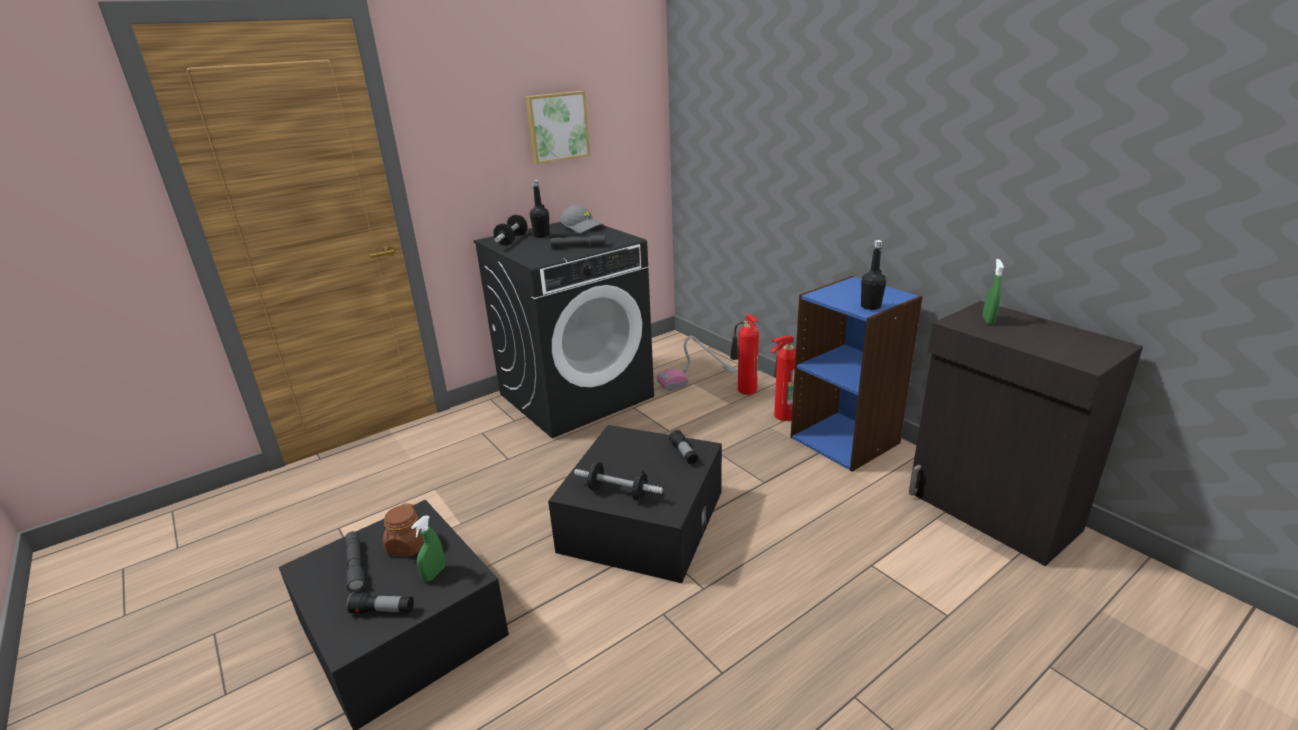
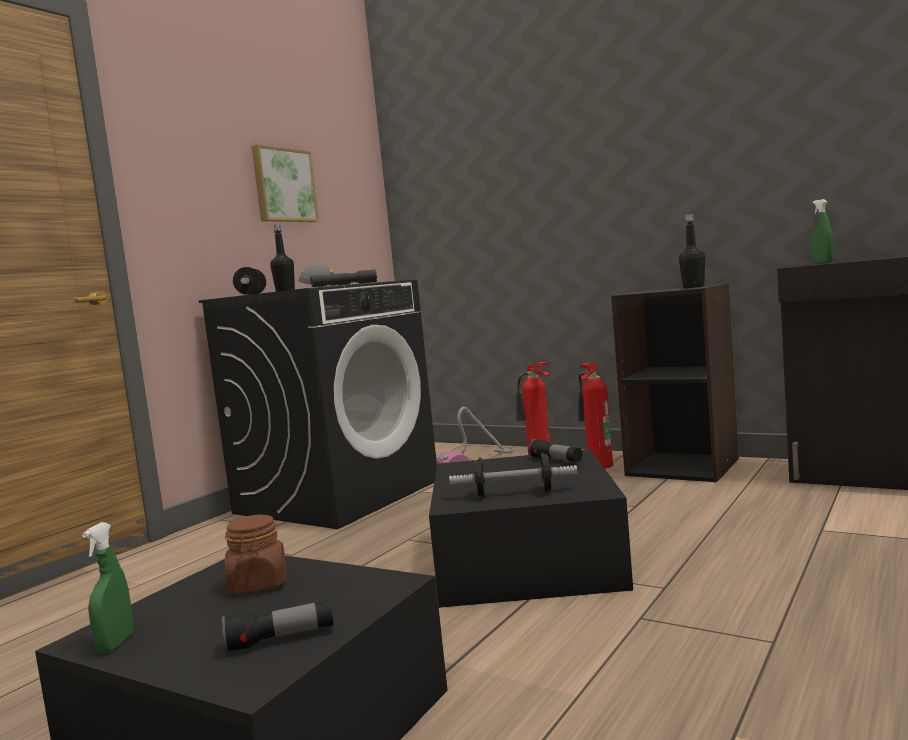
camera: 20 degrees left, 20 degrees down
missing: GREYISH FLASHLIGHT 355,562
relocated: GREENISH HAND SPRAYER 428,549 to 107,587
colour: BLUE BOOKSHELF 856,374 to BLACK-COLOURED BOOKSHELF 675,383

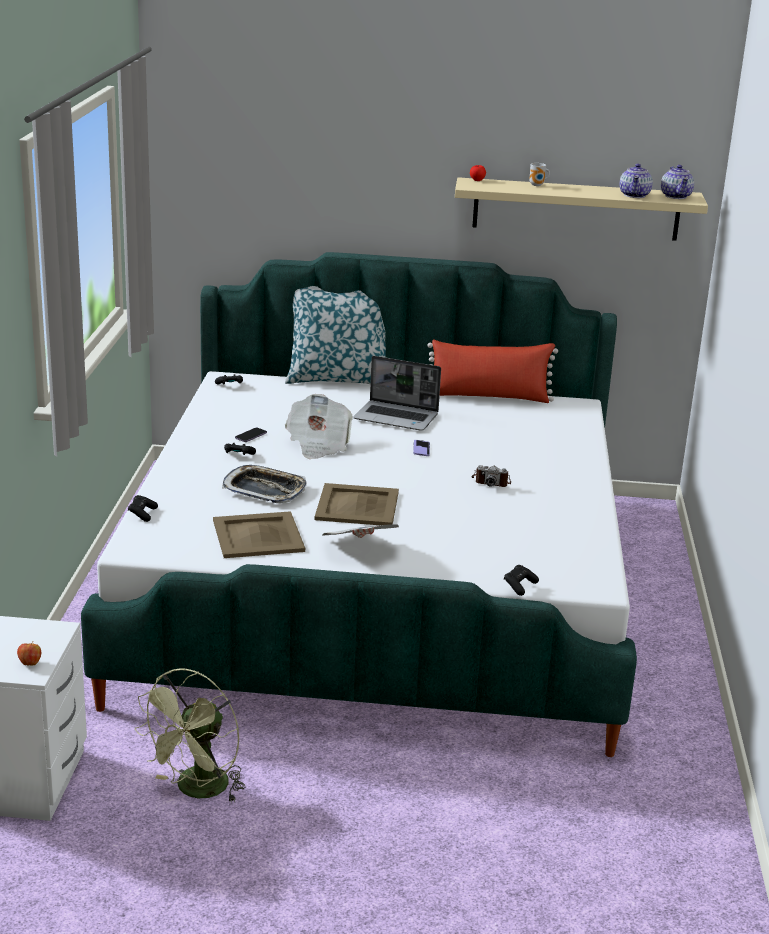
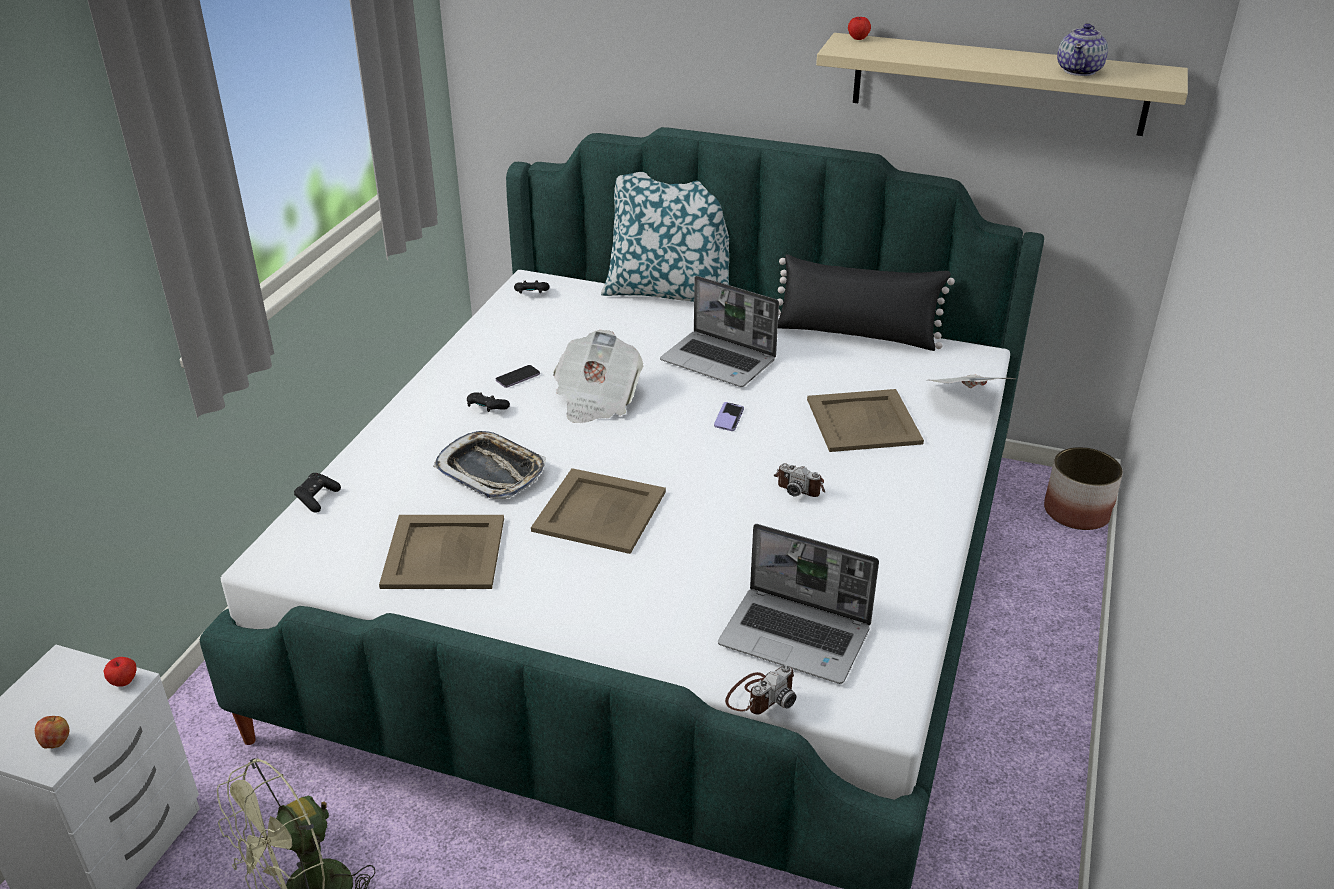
camera: 15 degrees right, 10 degrees up
missing: COFFEE MUG 539,174; POT FOR TEA 677,182
appeared: WHOLE APPLE 120,672; NOTEBOOK COMPUTER 798,604; SAND-COLOURED SERVING TRAY 865,420; PLANT POT 1083,488
relocated: NEWSPAPER 360,531 to 973,381
exchanged: BLACK-COLOURED JOYPAD 521,580 to STILL CAMERA 761,690
colour: REDDISH THROW PILLOW 492,371 to BLACK-COLOURED THROW PILLOW 866,302

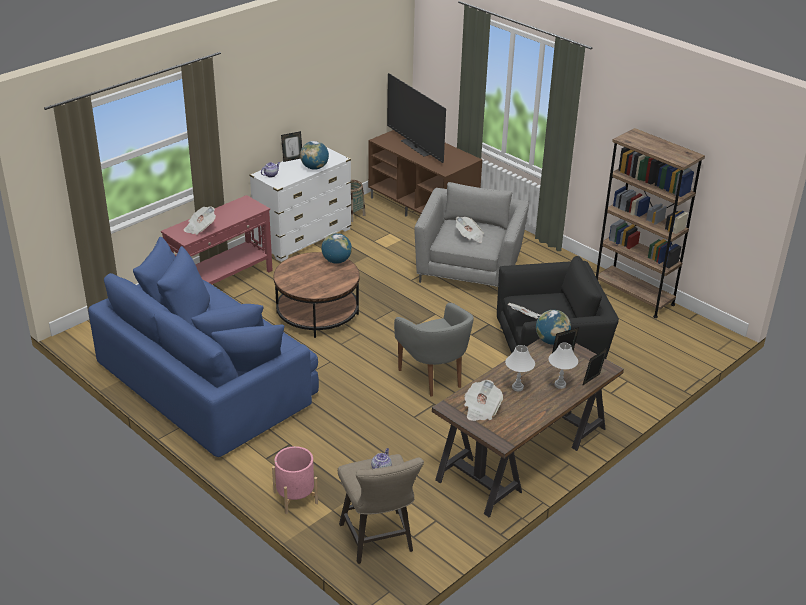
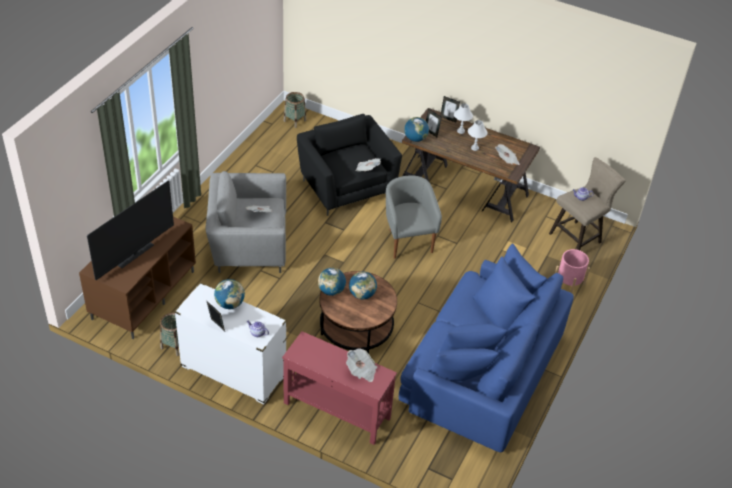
camera: 110 degrees left, 10 degrees up
missing: BROWN-COLOURED BOOKSHELF 650,223
appeared: STORAGE BASKET 295,110; DESK GLOBE 363,285
spun: GREYISH ARMCHAIR 434,350 = 414,217 60 degrees counterclockwise

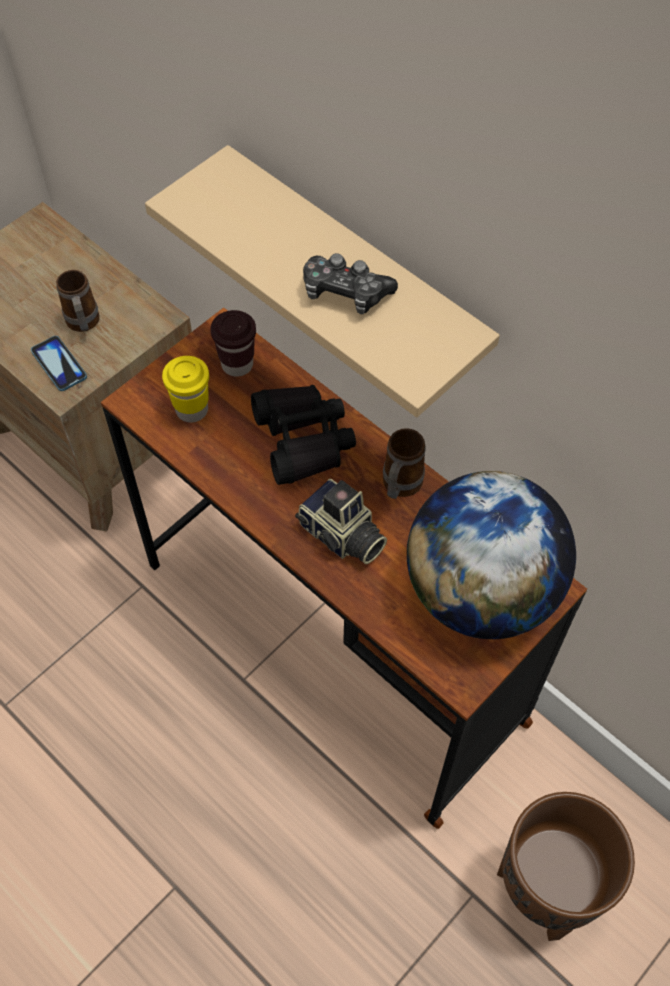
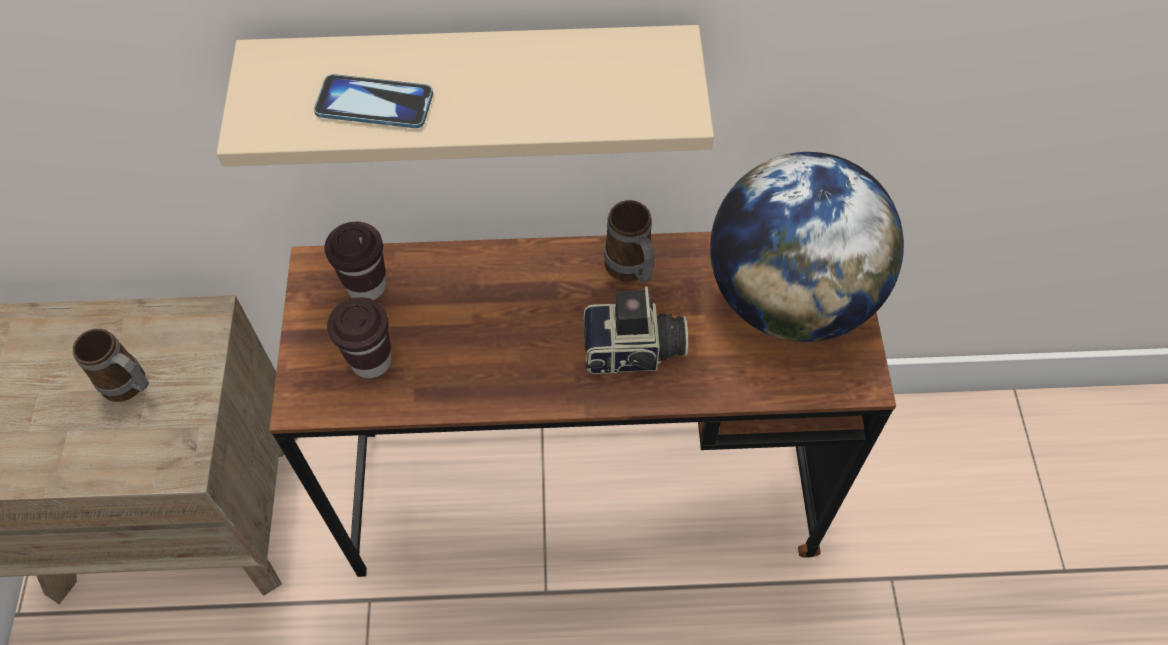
camera: 45 degrees left, 0 degrees up
missing: BLACK-COLOURED FIELD GLASSES 303,435; JOYPAD 350,283; BROWN-COLOURED PLANT POT 566,866
relocated: PHONE 59,363 to 373,101
colour: YELLOW DRINKING CUP 185,389 to BROWN-COLOURED DRINKING CUP 359,337

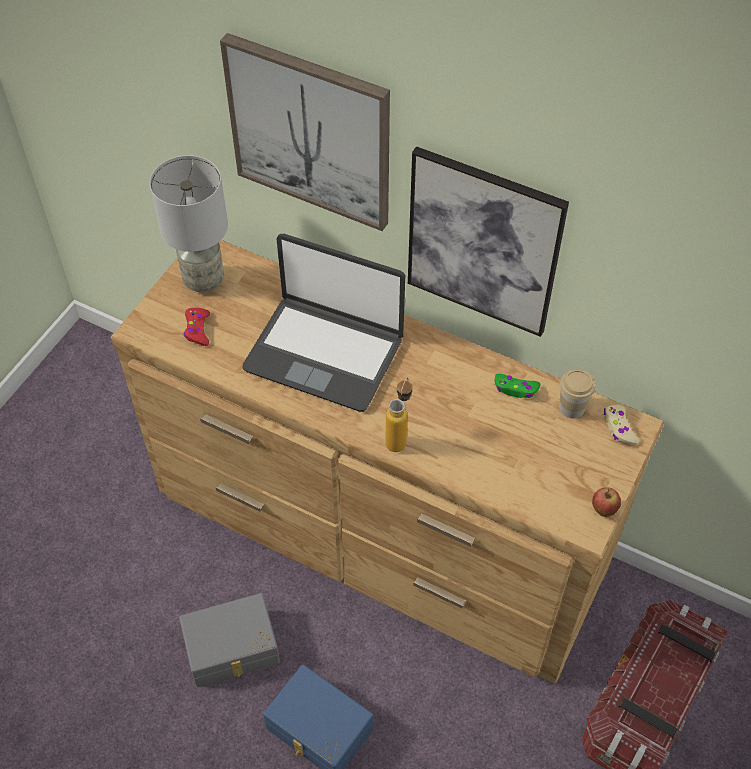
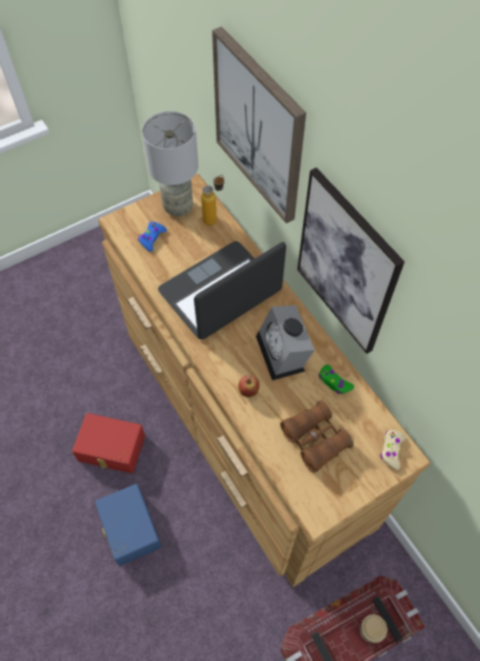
camera: 30 degrees right, 5 degrees up
appeared: BEDSIDE CLOCK 285,343; BROWN-COLOURED FIELD GLASSES 317,436
relocated: BEVERAGE BOTTLE 399,415 to 212,200; DRINKING CUP 577,393 to 373,628; WHOLE APPLE 606,502 to 248,386
colour: GREYISH STORAGE BIN 229,640 to REDDISH STORAGE BIN 108,443; REDDISH JOYPAD 197,327 to BLUE JOYPAD 152,237
spun: NOTEBOOK COMPUTER 324,323 = 222,290 90 degrees clockwise

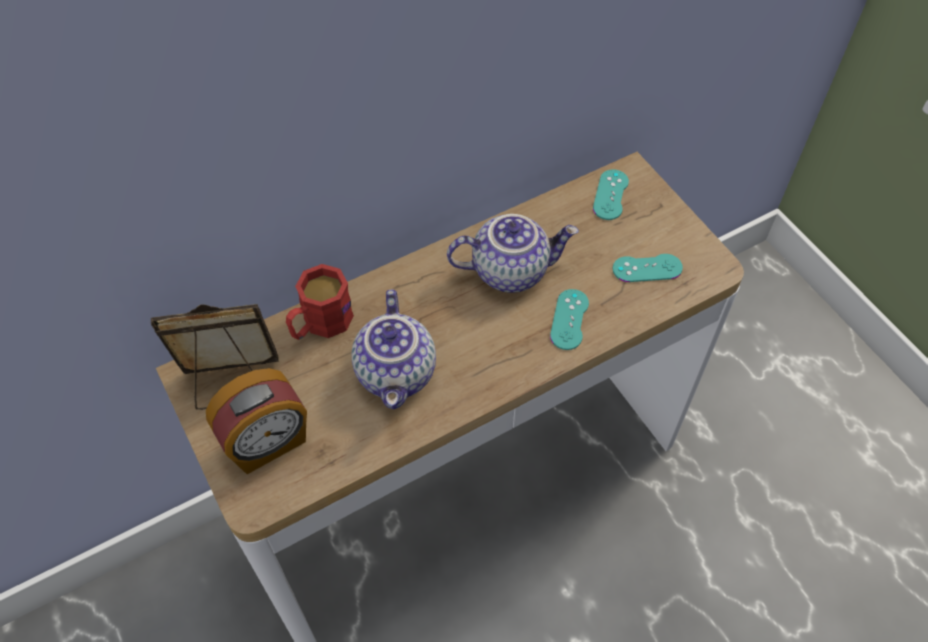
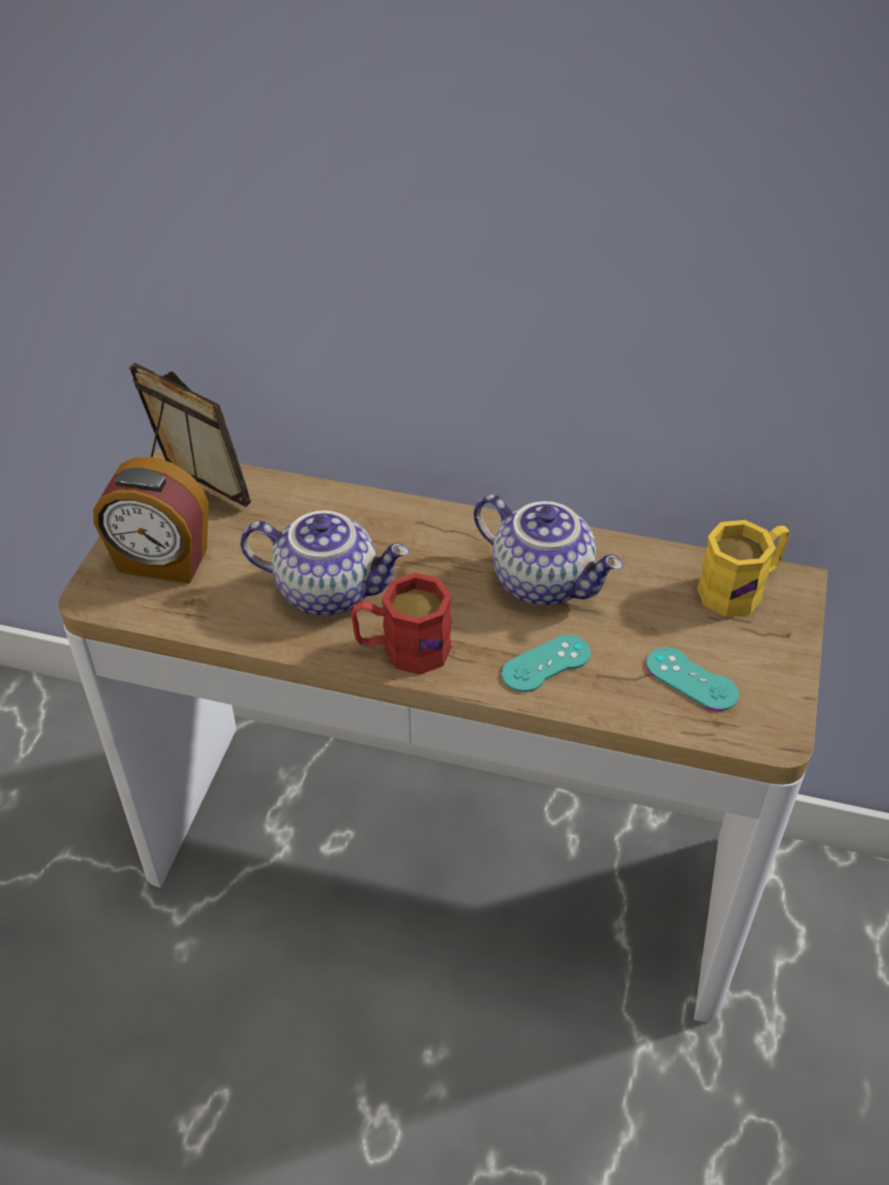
camera: 45 degrees right, 10 degrees down
relocated: REDDISH COFFEE MUG 320,302 to 401,624
exchanged: TURQUOISE JOYPAD 611,194 to YELLOW COFFEE MUG 743,568
spun: POT FOR TEA 394,349 = 324,563 120 degrees counterclockwise

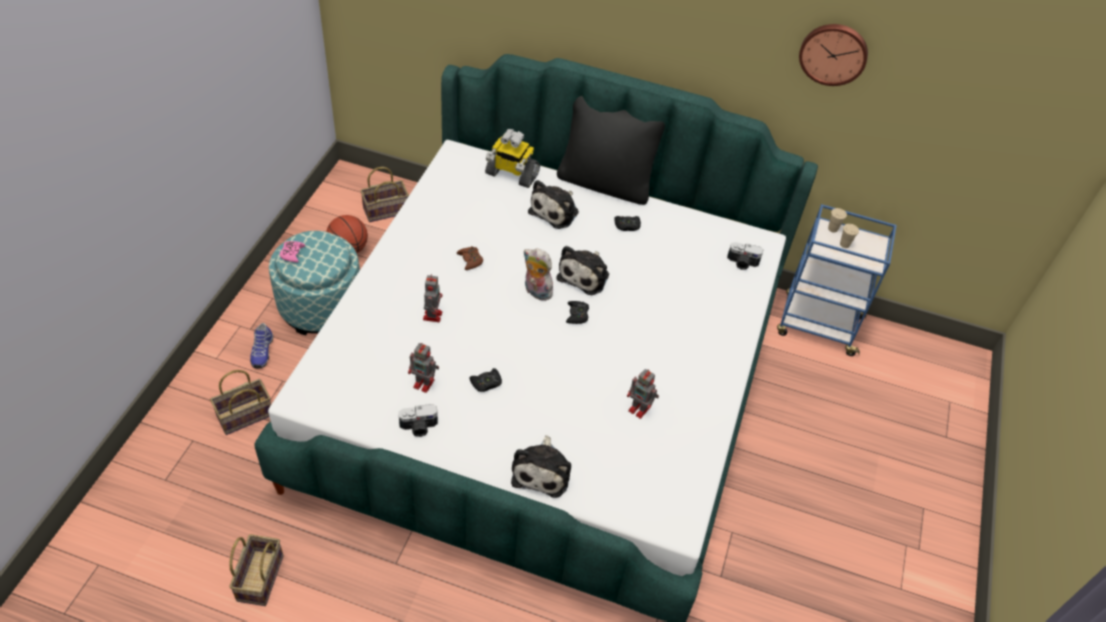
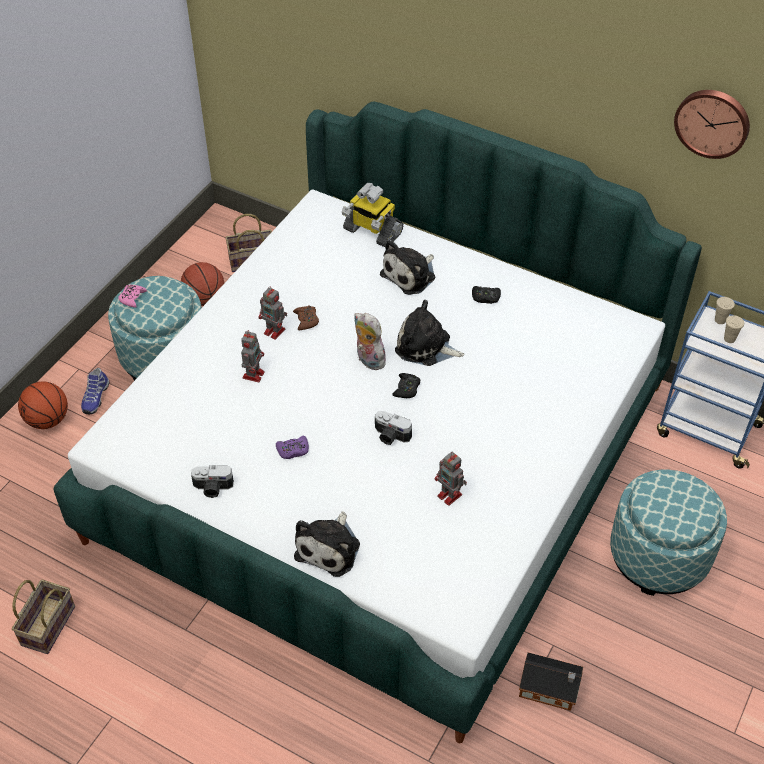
camera: 15 degrees right, 0 degrees up
missing: STORAGE BASKET 240,402; BLACK-COLOURED THROW PILLOW 611,150
appeared: BALL FOR BASKETBALL 43,405; MODEL HOUSE 551,681; POUFFE 668,533
relocated: MODEL ROBOT 423,368 to 273,313; STILL CAMERA 745,256 to 393,428
colour: BLACK-COLOURED JOYPAD 486,380 to PURPLE-COLOURED JOYPAD 292,447
spun: PLUSH TOY 582,270 = 429,333 75 degrees clockwise

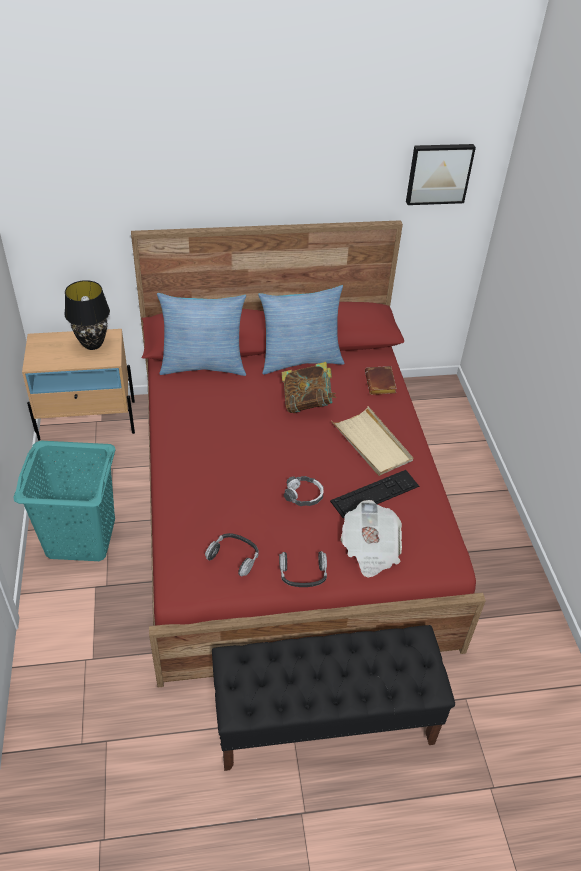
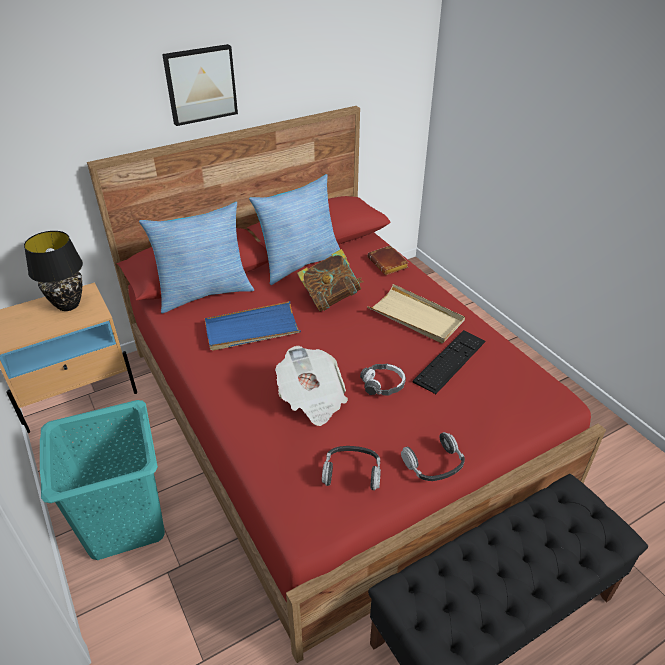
camera: 20 degrees left, 5 degrees down
appeared: BLUE SERVING TRAY 253,326
relocated: NEWSPAPER 371,539 to 311,386; WALL PICTURE 441,174 to 200,85

